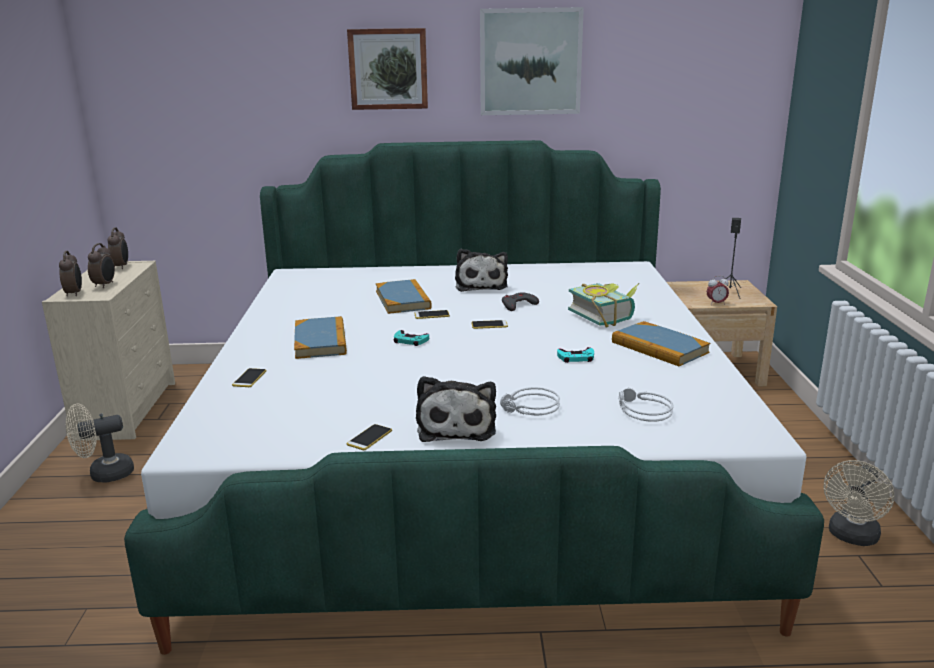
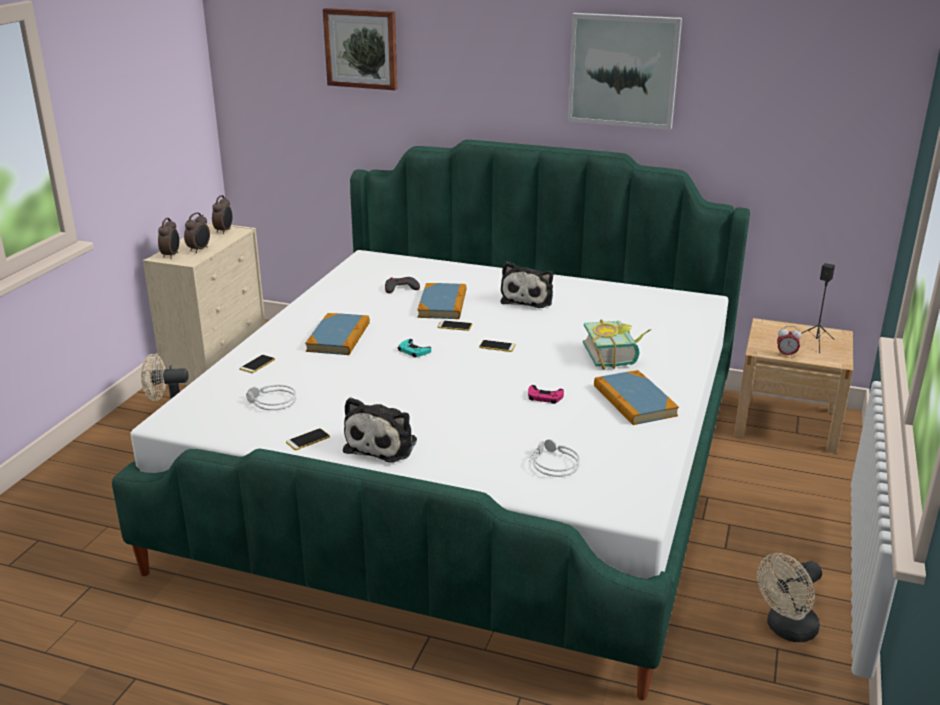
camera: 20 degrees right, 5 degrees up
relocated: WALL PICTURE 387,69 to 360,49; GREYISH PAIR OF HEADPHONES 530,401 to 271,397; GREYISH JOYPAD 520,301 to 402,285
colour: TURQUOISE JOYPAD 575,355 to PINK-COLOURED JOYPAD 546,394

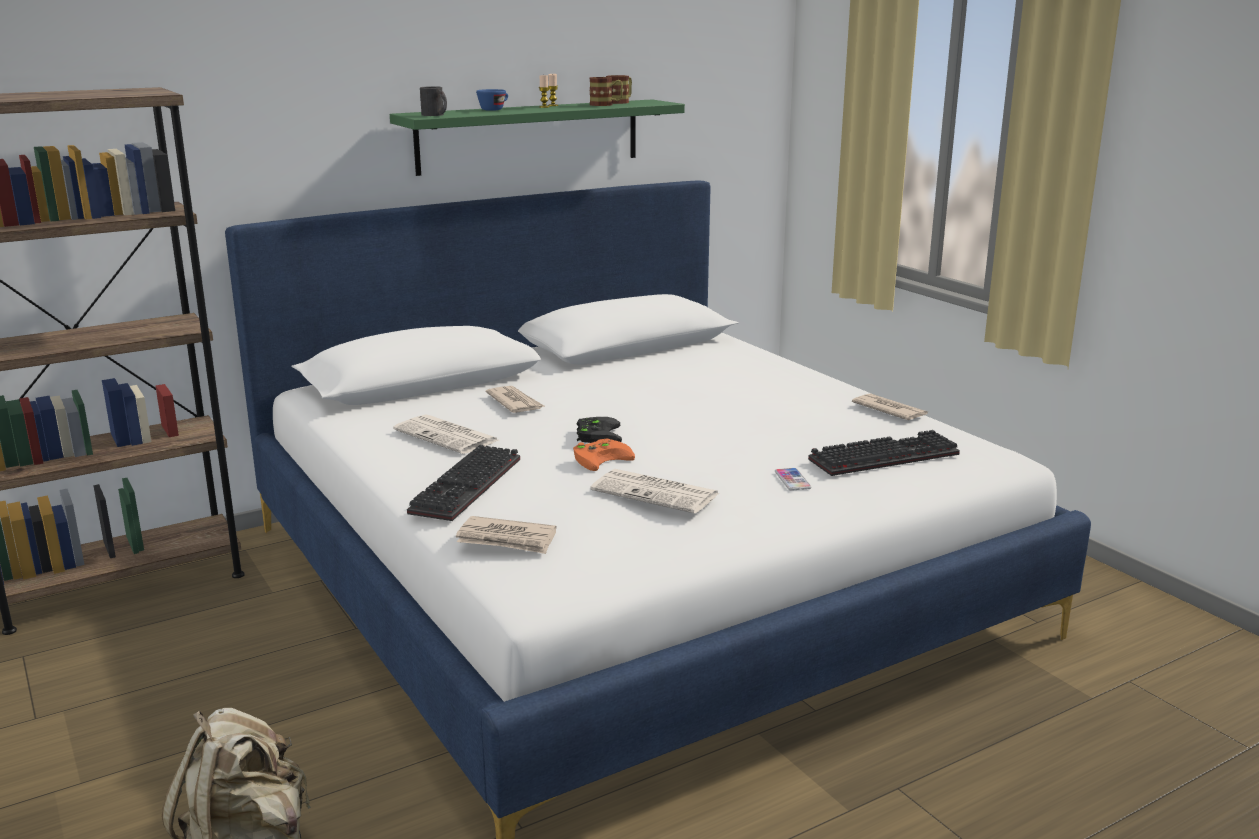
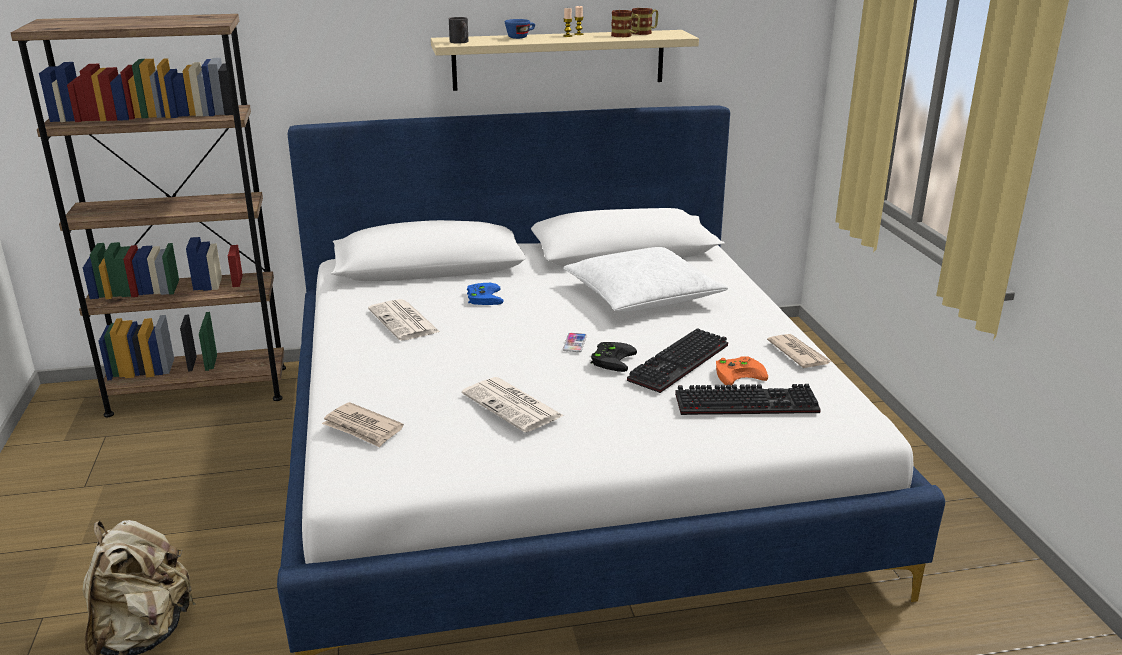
camera: 20 degrees right, 5 degrees up
appeared: WHITE-COLOURED THROW PILLOW 645,279
relocated: PC KEYBOARD 463,483 to 677,360; ORANGE JOYPAD 604,455 to 742,371; BLACK-COLOURED JOYPAD 599,430 to 614,357; PHONE 793,479 to 575,342
exchanged: NEWSPAPER 516,399 to BLUE JOYPAD 485,294
colour: GREENISH BRACKET SHELF 537,137 to SAND-COLOURED BRACKET SHELF 565,60

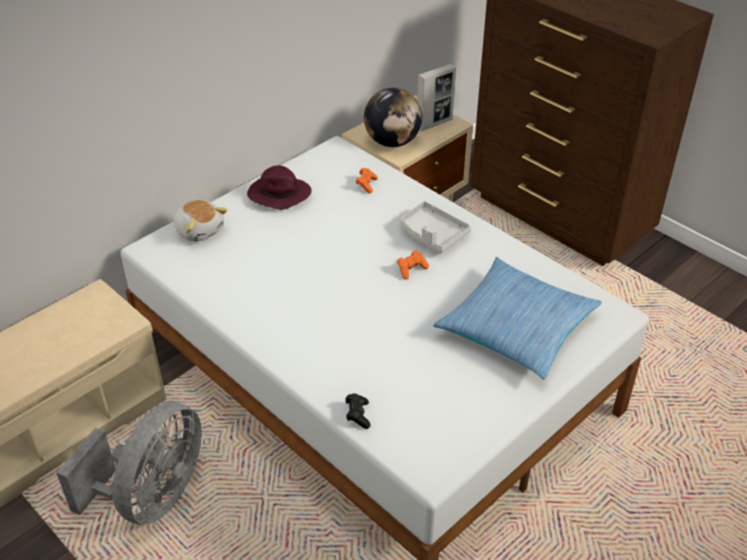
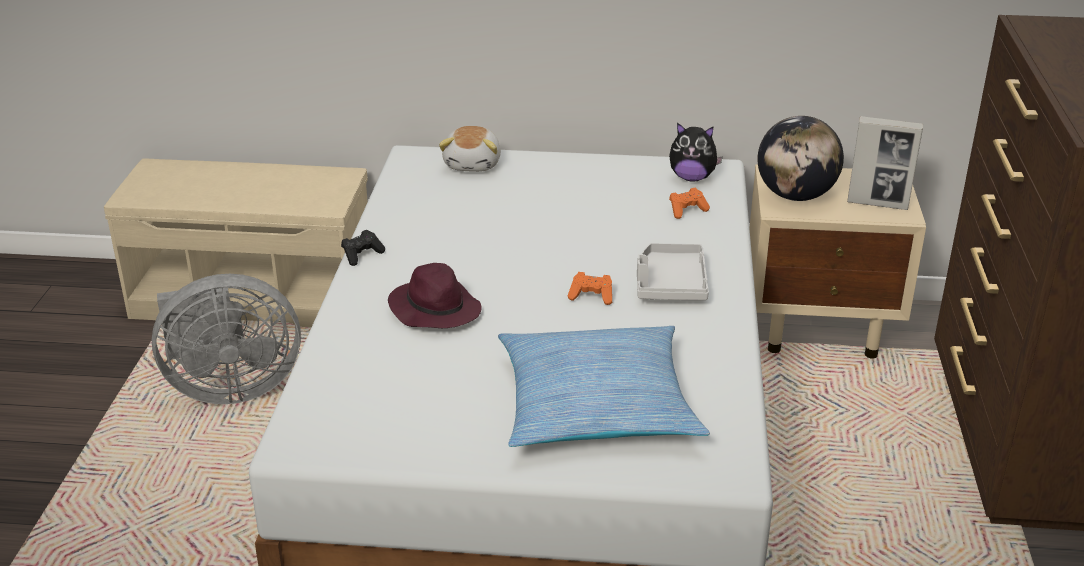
camera: 50 degrees right, 10 degrees down
appeared: PLUSH TOY 696,152
relocated: PURPLE-COLOURED CLOTHING HAT 279,188 to 435,295; BLACK-COLOURED JOYPAD 358,411 to 363,248

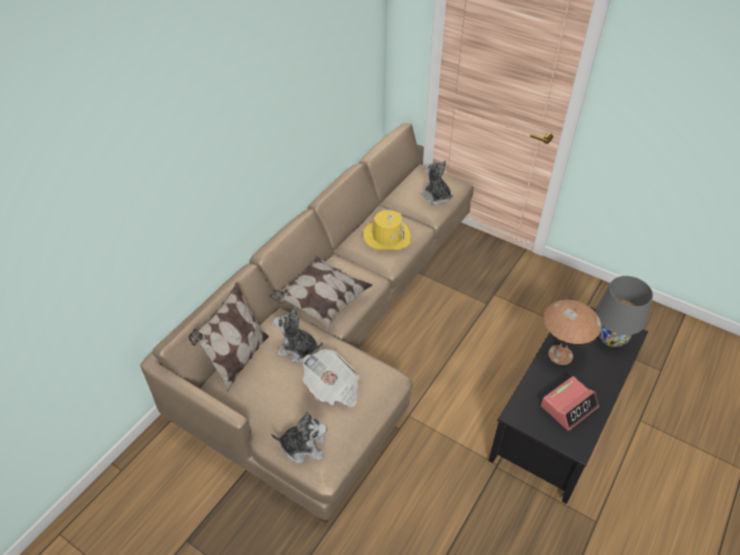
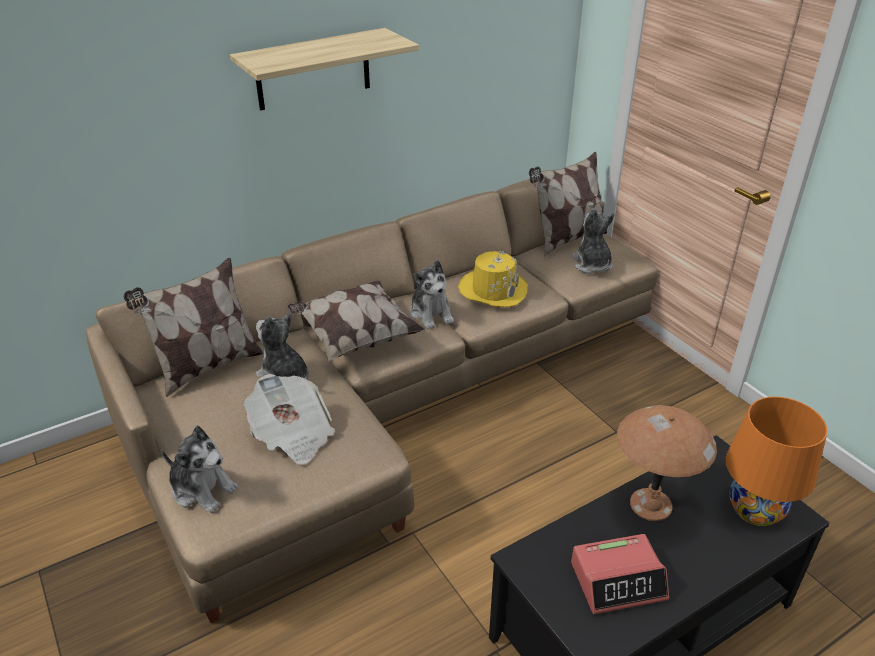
camera: 25 degrees right, 10 degrees down
appeared: BRACKET SHELF 324,69; PLUSH TOY 432,295; THROW PILLOW 568,204
colour: GREYISH TABLE LAMP 624,311 to ORANGE TABLE LAMP 776,461

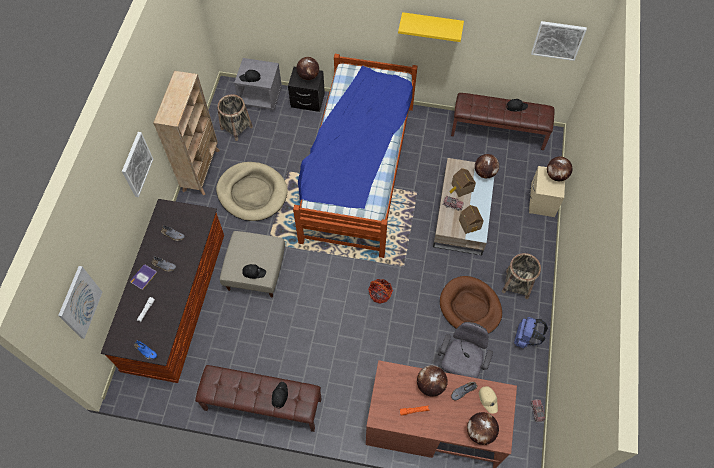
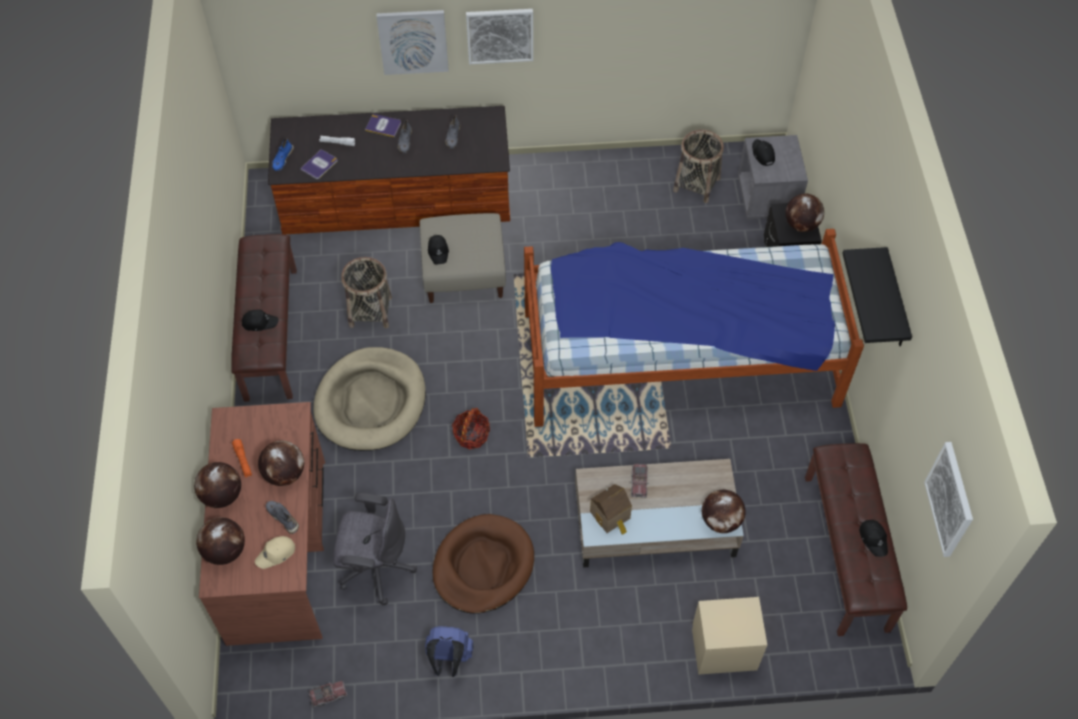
camera: 75 degrees right, 5 degrees down
missing: SAND-COLOURED BOOKSHELF 186,133; MODEL HOUSE 462,182
appeared: BOOK 318,164
relocated: WALL PICTURE 80,302 to 412,42; SAND-COLOURED DOG BED 252,191 to 369,399; STORAGE BASKET 521,276 to 366,292; DESK GLOBE 559,168 to 217,485
colour: YELLOW BRACKET SHELF 431,27 to BLACK-COLOURED BRACKET SHELF 877,296

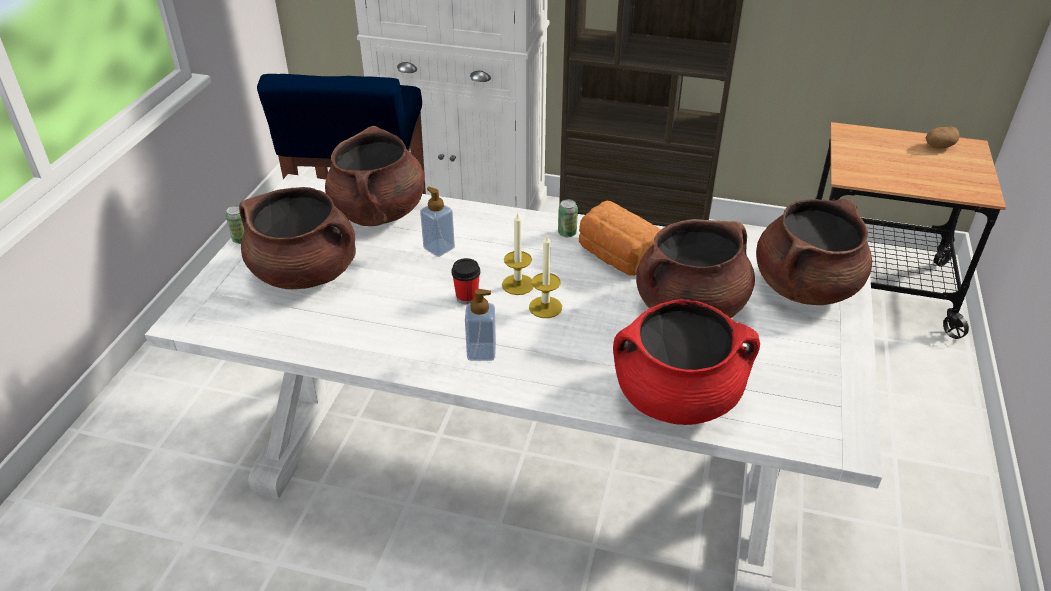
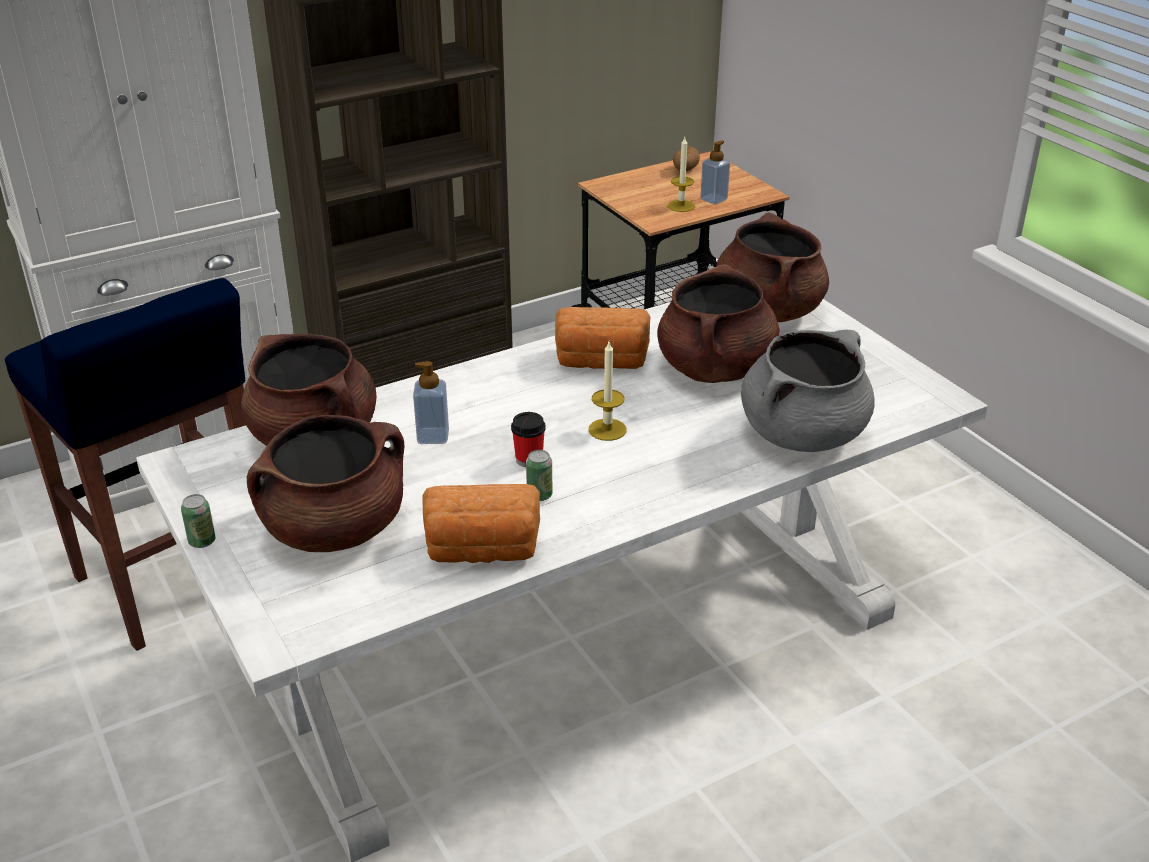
camera: 45 degrees left, 5 degrees down
appeared: BAKERY BREAD 481,523
relocated: SOAP BOTTLE 480,325 to 715,172; WAX CANDLE 518,253 to 681,174; METAL CAN 568,218 to 539,475
colour: REDDISH SAUCEPOT 686,362 to GREYISH SAUCEPOT 808,391

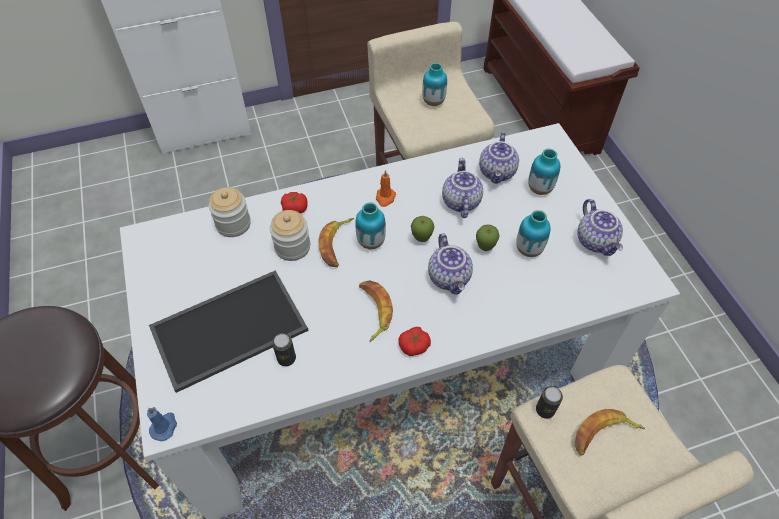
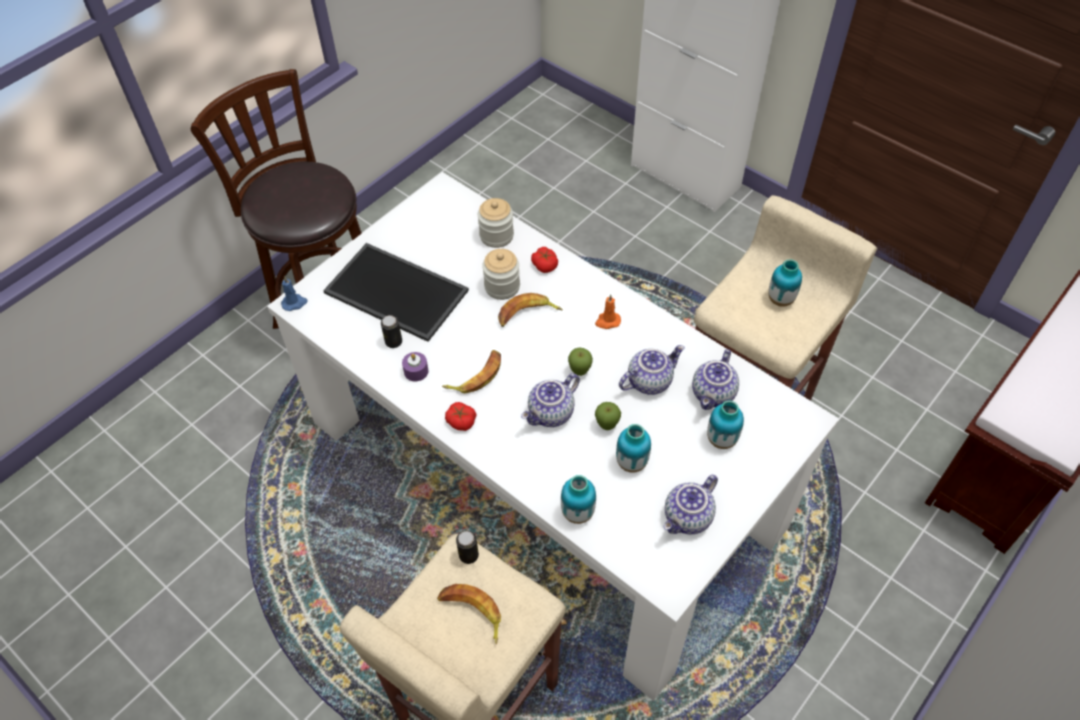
camera: 60 degrees right, 0 degrees up
appeared: PURPLE-COLOURED WAX CANDLE 415,366
relocated: FLOWER VASE 370,225 to 578,499
spun: POT FOR TEA 499,158 = 715,379 45 degrees counterclockwise

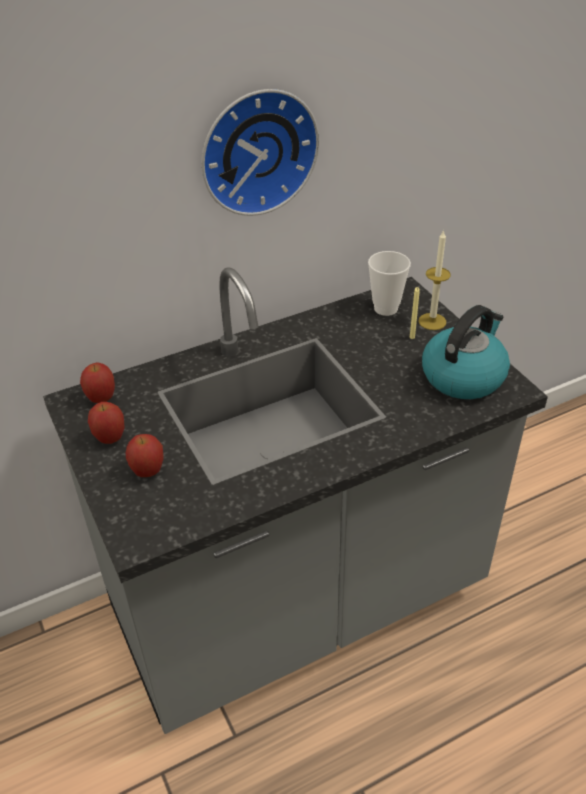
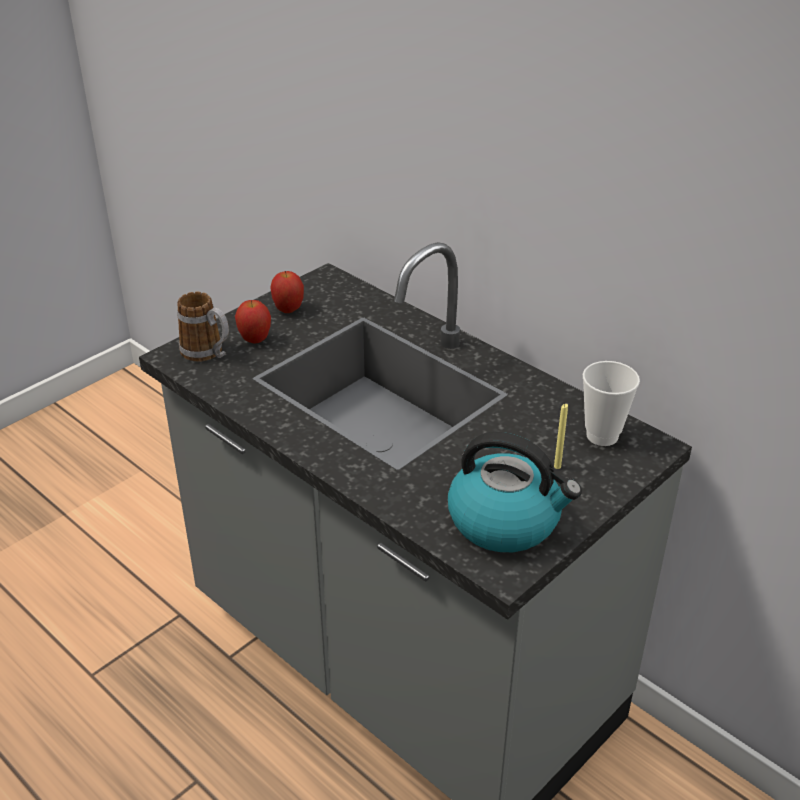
camera: 70 degrees right, 5 degrees down
missing: WHOLE APPLE 97,382; HANGING CLOCK 260,152; WAX CANDLE 435,280
appeared: COFFEE MUG 203,327

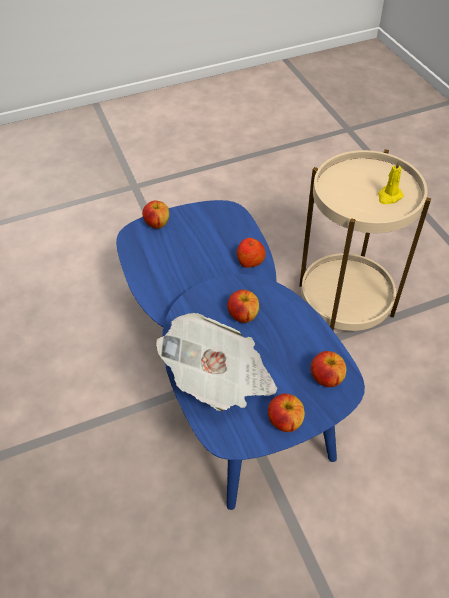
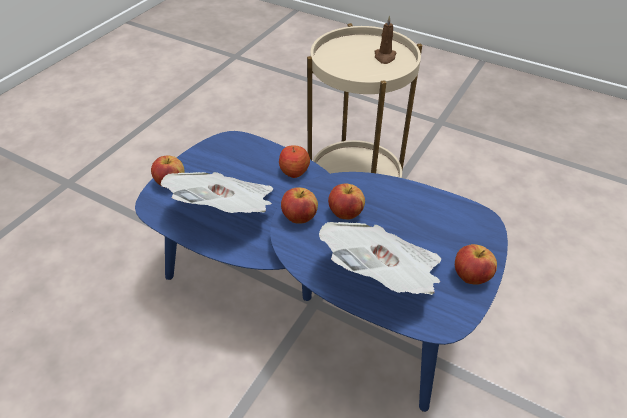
camera: 40 degrees left, 5 degrees down
appeared: NEWSPAPER 217,192
relocated: WHOLE APPLE 328,369 to 299,205
colour: YELLOW WAX CANDLE 391,182 to BROWN-COLOURED WAX CANDLE 385,39

